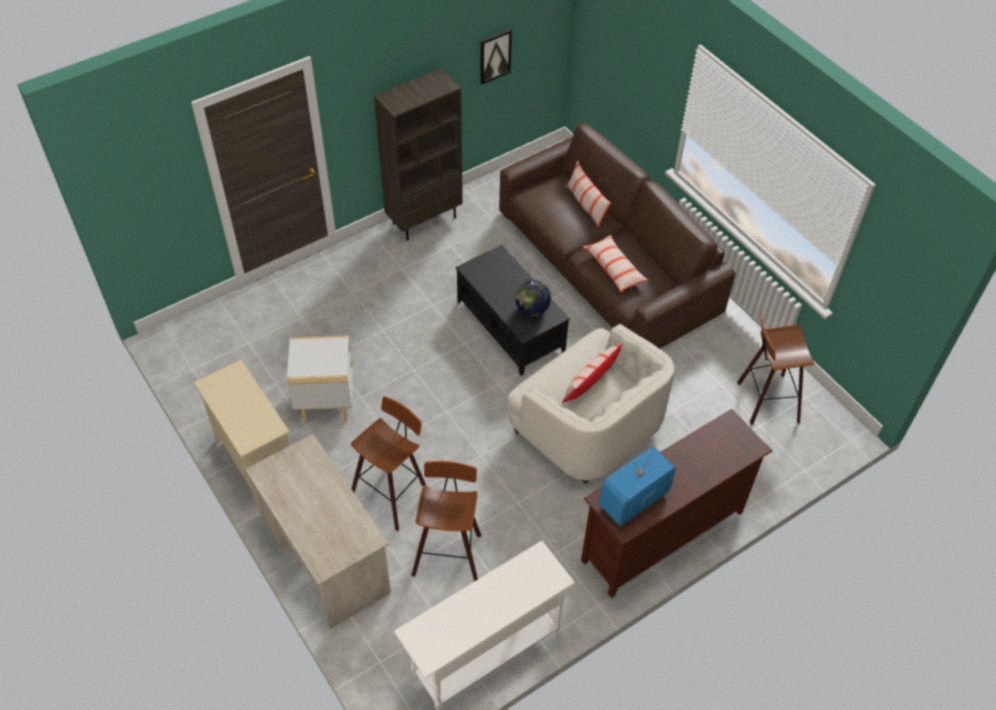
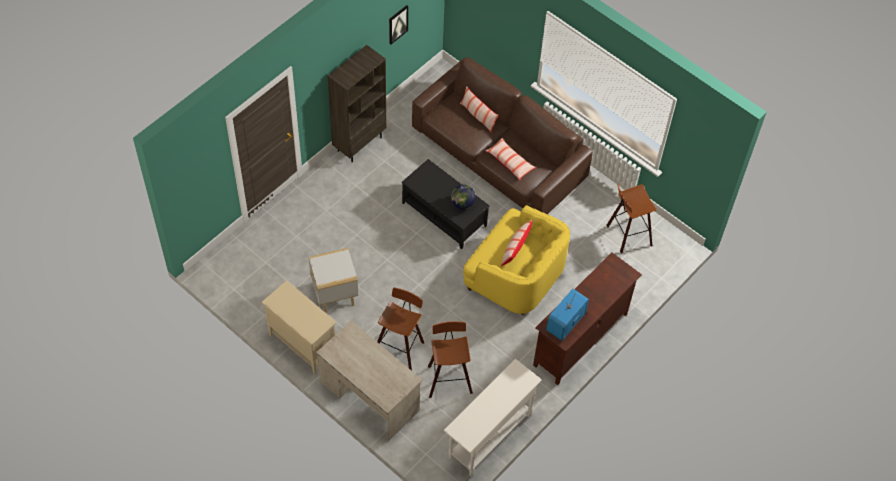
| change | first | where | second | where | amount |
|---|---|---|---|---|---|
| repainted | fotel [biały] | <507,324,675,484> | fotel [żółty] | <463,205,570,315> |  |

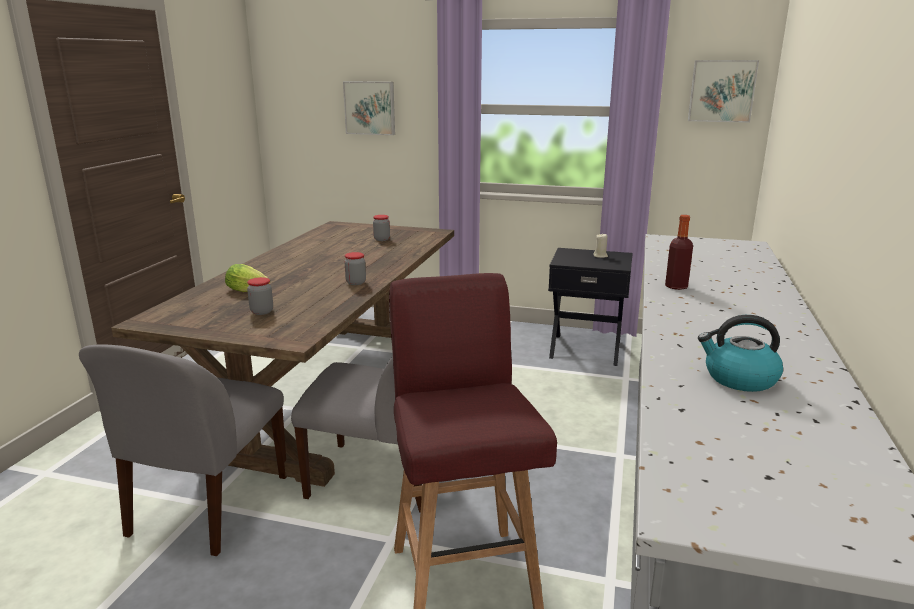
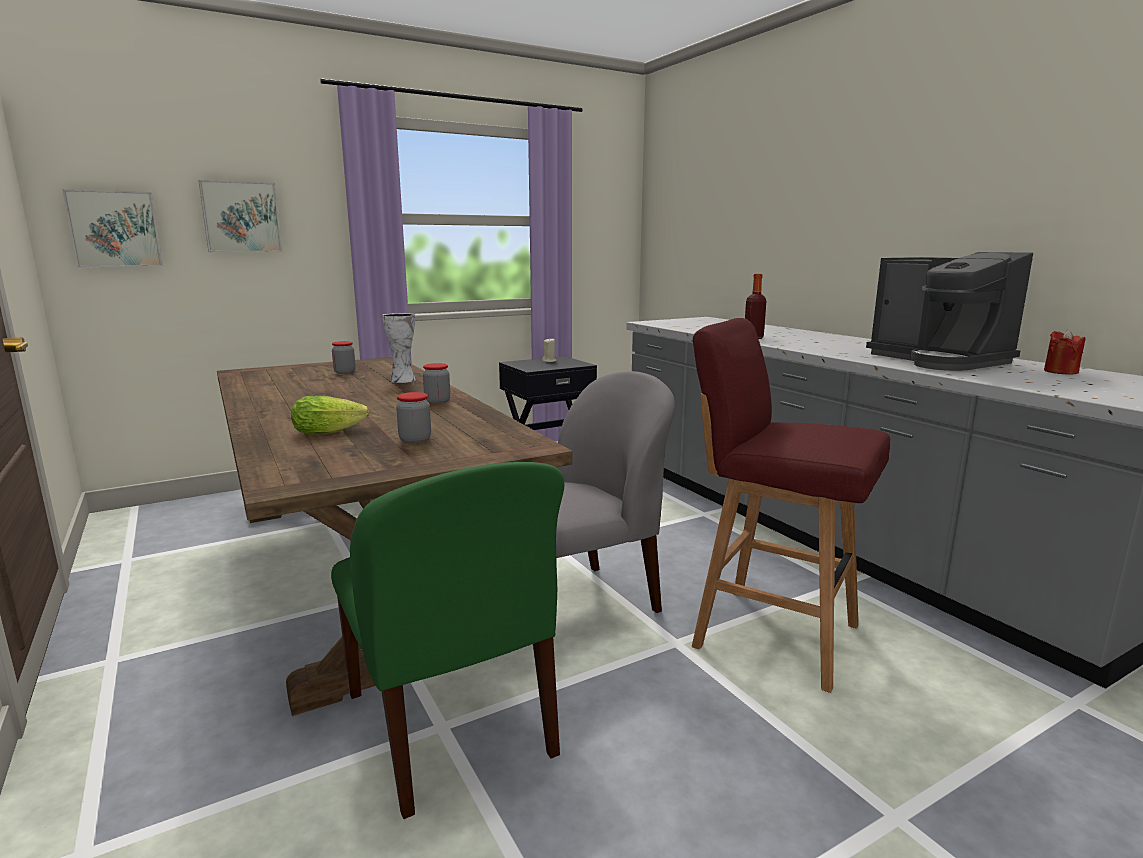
| change | first | where | second | where | amount |
|---|---|---|---|---|---|
| shifted | obraz | <688,60,759,123> |  | <62,189,163,267> |  |
| repainted | krzesło [szary] | <79,344,286,556> | krzesło [zielony] | <331,462,565,819> |  |
| new |  |  | wazon | <382,313,416,383> |  |
| swapped | czajnik | <698,315,783,392> | ekspres do kawy | <866,252,1033,371> |  |
| new |  |  | świeca [czerwony] | <1044,329,1085,375> |  |

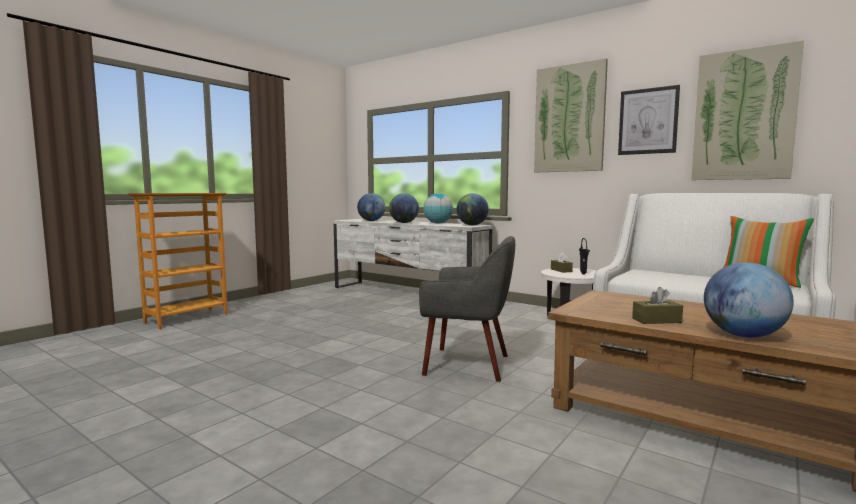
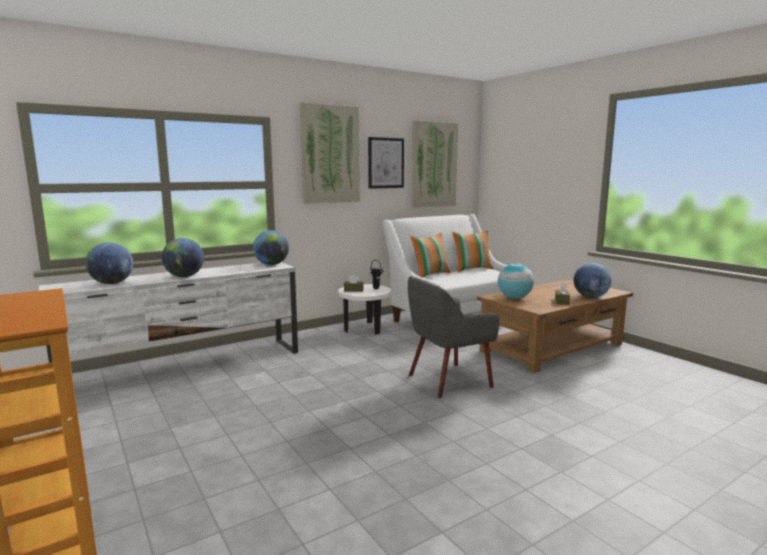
| change | first | where | second | where | amount |
|---|---|---|---|---|---|
| rotated | fotel [szary] | <419,236,515,382> |  | <408,276,500,398> | 150 degrees counterclockwise |
| new |  |  | poduszka | <410,233,451,278> |  |
| shifted | globus | <423,193,453,223> |  | <498,263,534,299> |  |

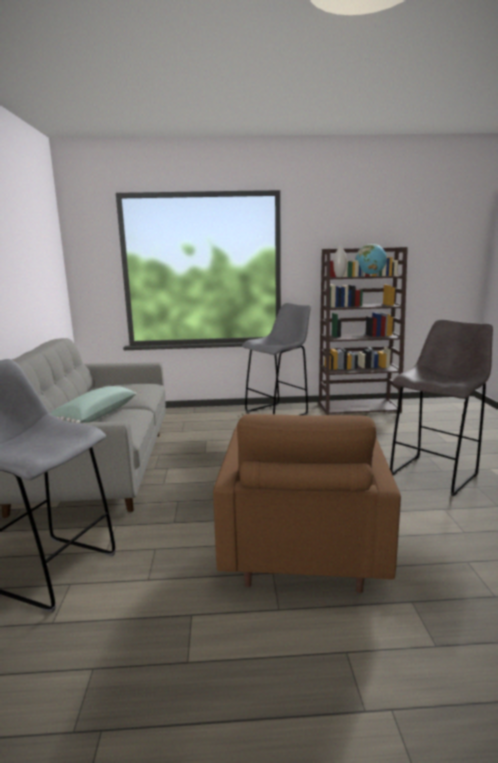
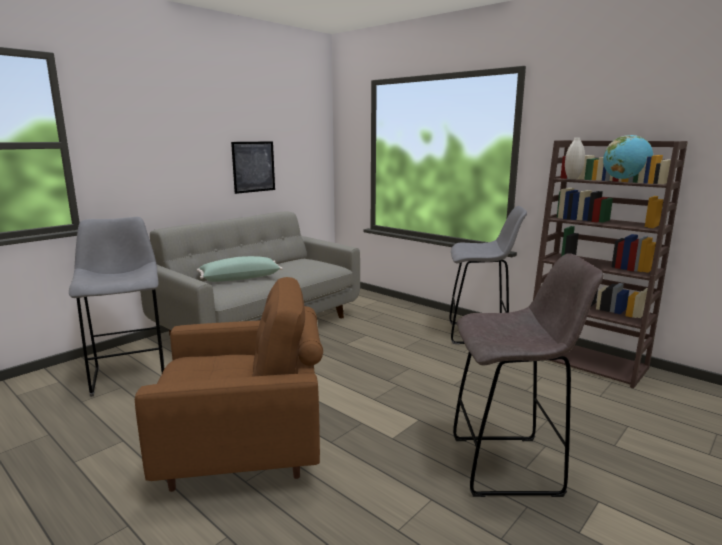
| change | first | where | second | where | amount |
|---|---|---|---|---|---|
| rotated | fotel [brązowy] | <213,414,401,593> |  | <135,277,323,492> | 150 degrees counterclockwise |
| new |  |  | obraz | <231,141,275,194> |  |

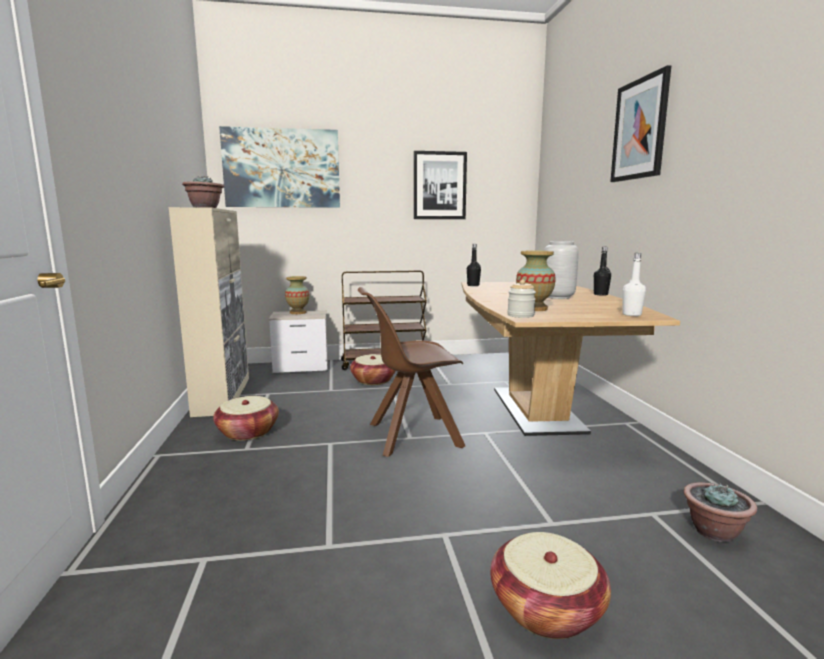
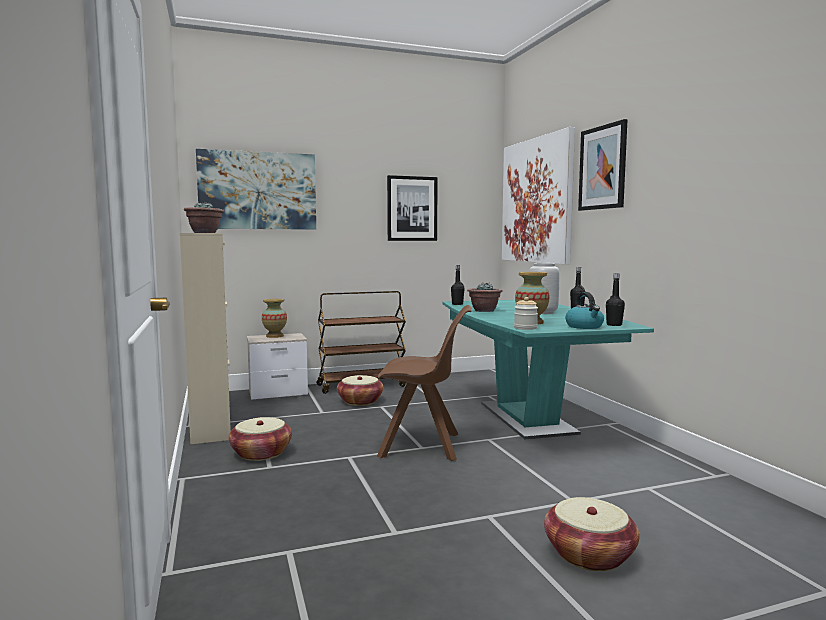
| change | first | where | second | where | amount |
|---|---|---|---|---|---|
| rotated | krzesło [brązowy] | <358,287,465,457> |  | <377,305,471,461> | 150 degrees counterclockwise |
| repainted | stół jadalny [brązowy] | <461,282,680,436> | stół jadalny [turkusowy] | <443,300,654,439> |  |
| shifted | roślina doniczkowa | <684,482,757,542> |  | <467,282,502,312> |  |
| new |  |  | obraz | <502,127,575,264> |  |
| new |  |  | czajnik | <565,292,604,329> |  |
| repainted | butelka [biały] | <623,253,646,316> | butelka [czarny] | <606,273,625,326> |  |

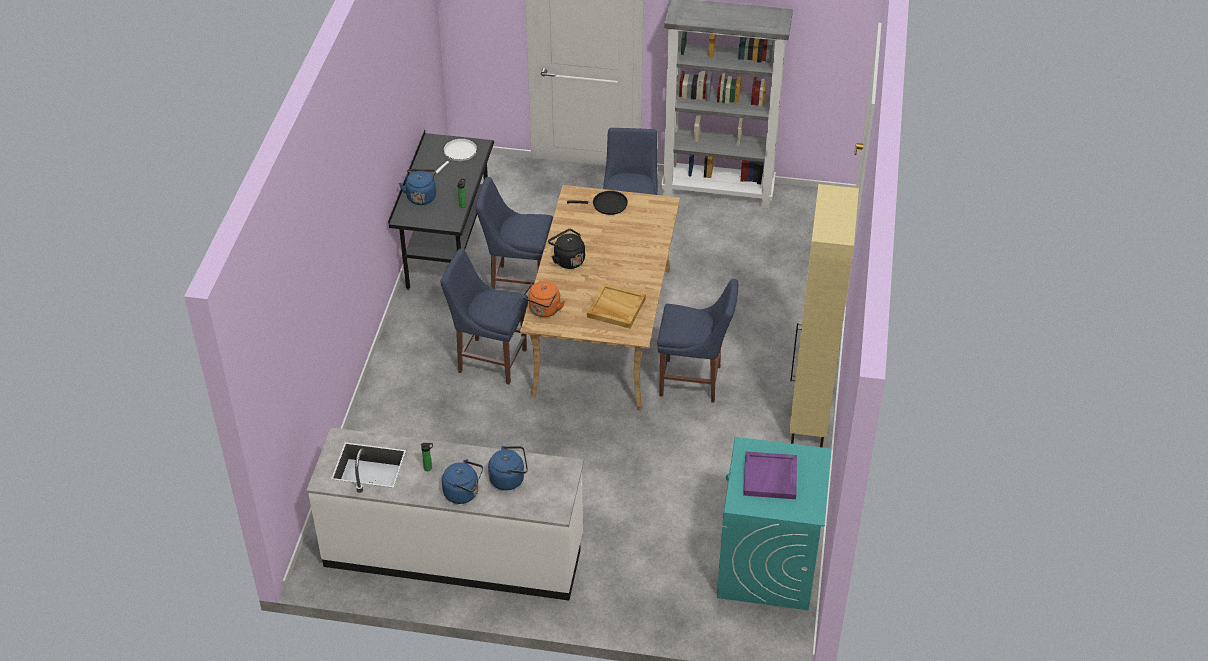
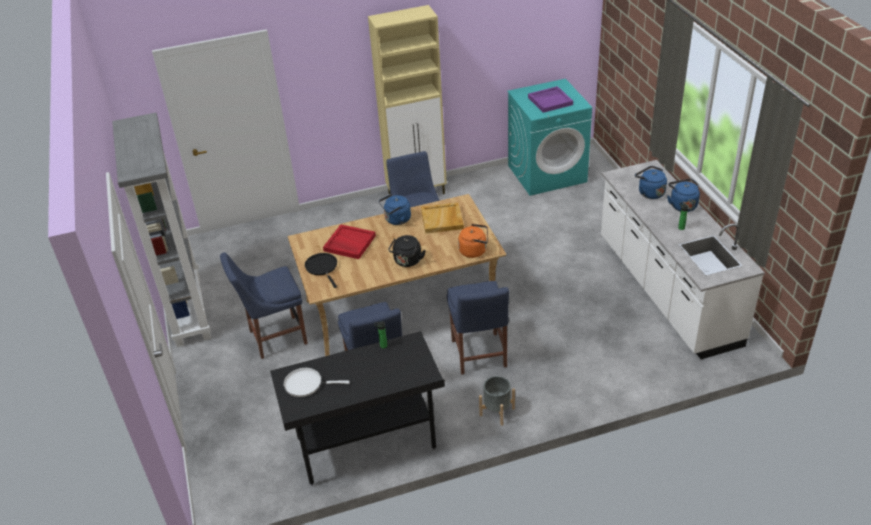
| change | first | where | second | where | amount |
|---|---|---|---|---|---|
| new |  |  | taca [czerwony] | <323,224,376,259> |  |
| shifted | czajnik [niebieski] | <399,169,436,205> |  | <379,194,411,225> |  |
| new |  |  | donica [szary] | <479,376,515,426> |  |

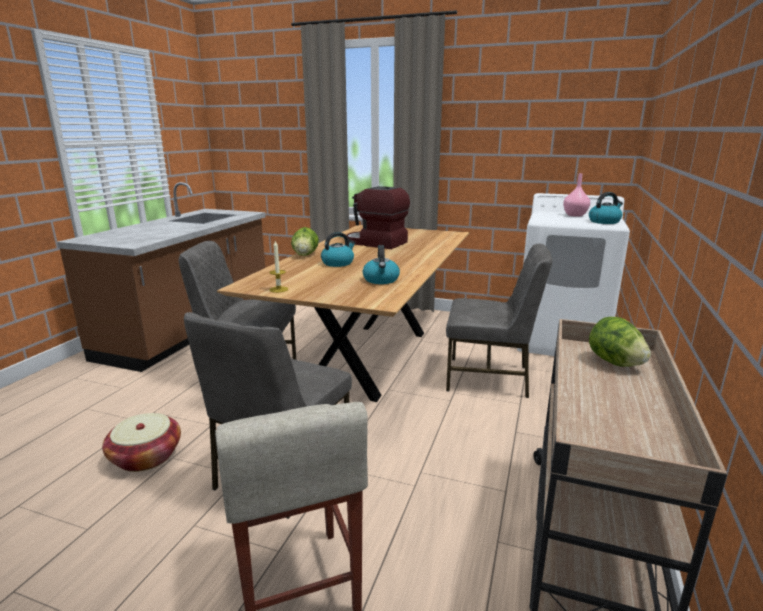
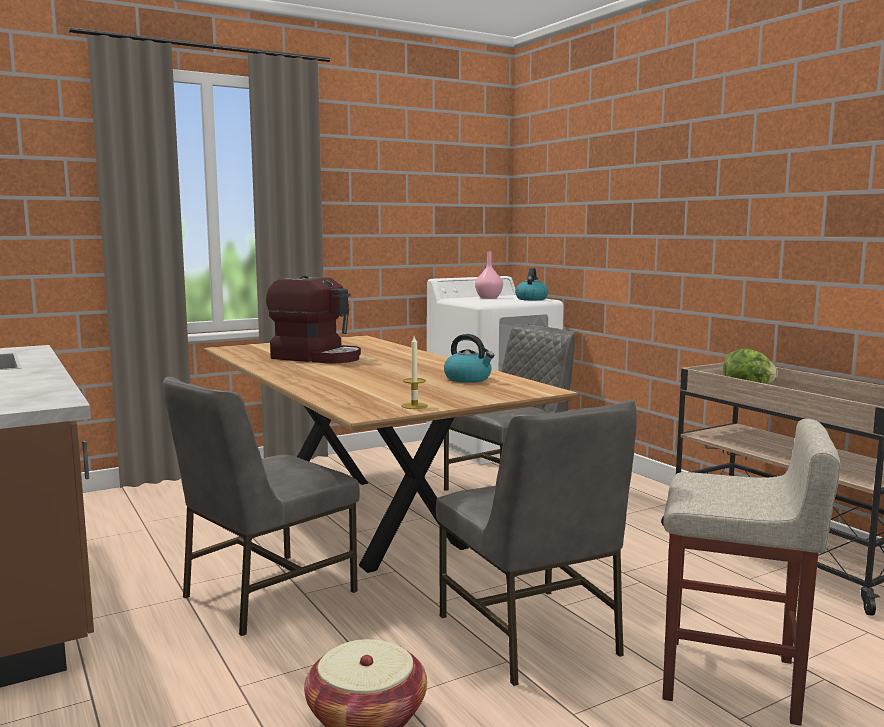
| change | first | where | second | where | amount |
|---|---|---|---|---|---|
| rotated | ekspres do kawy | <347,186,410,249> |  | <266,276,361,364> | 135 degrees counterclockwise |
| gone | sałata | <291,227,319,256> |  |  |  |
| gone | czajnik | <321,232,356,267> |  |  |  |

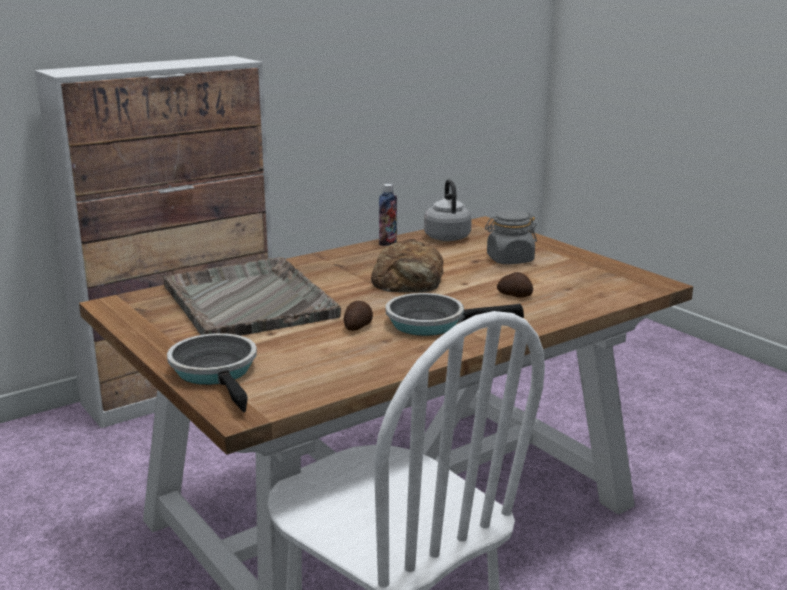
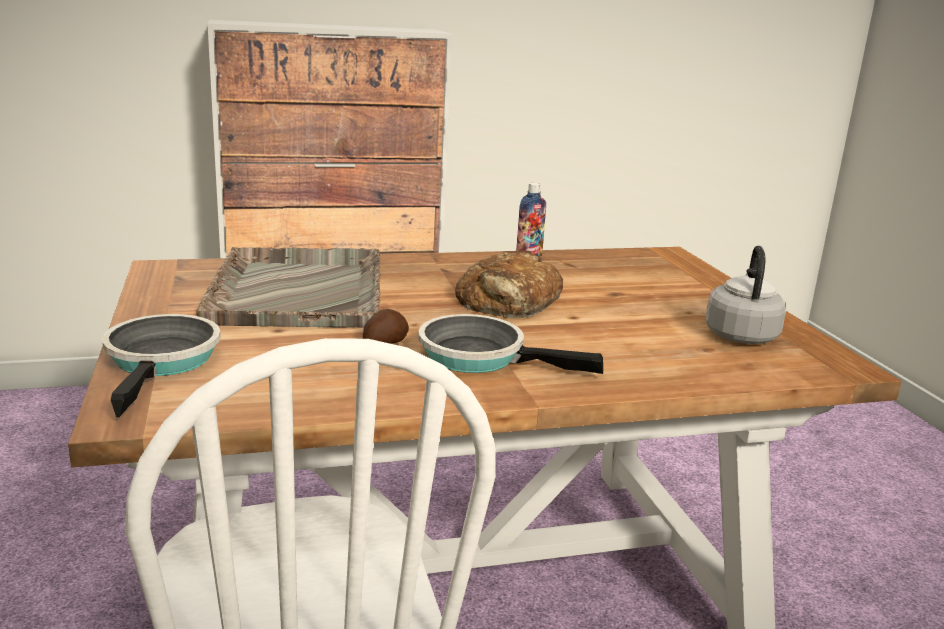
| change | first | where | second | where | amount |
|---|---|---|---|---|---|
| shifted | czajnik [szary] | <424,179,472,241> |  | <705,246,786,344> |  |
| gone | słoik [szary] | <485,210,537,264> |  |  |  |
| gone | ziemniak | <497,272,533,298> |  |  |  |

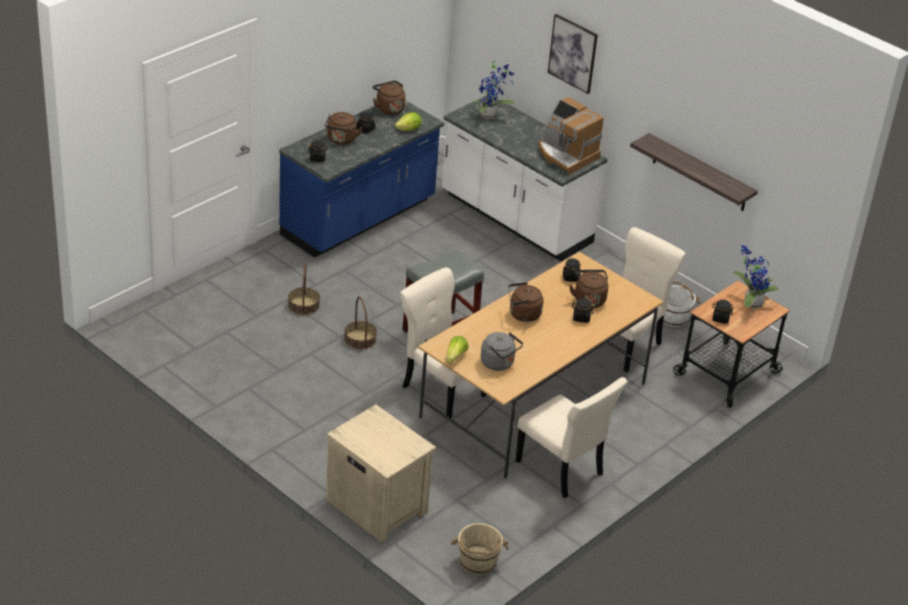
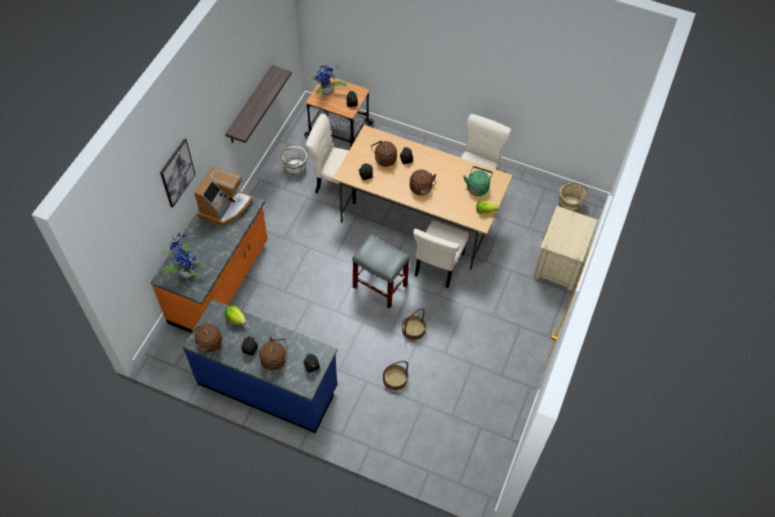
| change | first | where | second | where | amount |
|---|---|---|---|---|---|
| repainted | zabudowa kuchenna [biały] | <442,96,608,262> | zabudowa kuchenna [pomarańczowy] | <151,196,267,333> |  |
| repainted | czajnik [szary] | <481,332,523,371> | czajnik [zielony] | <463,166,493,196> |  |

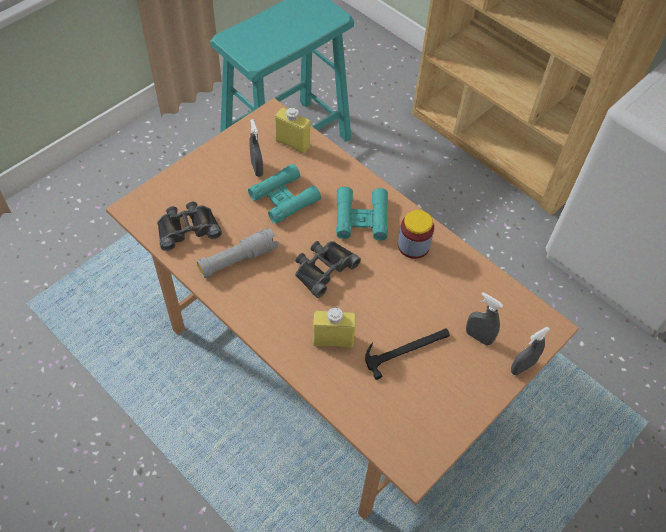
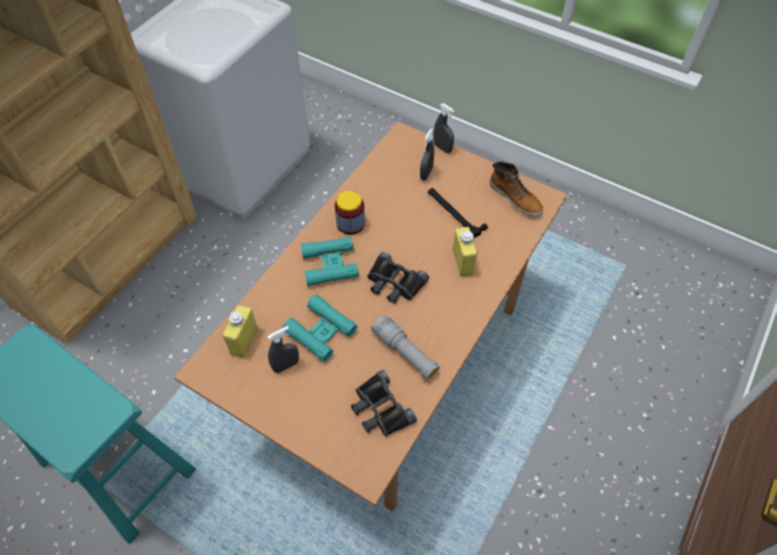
| change | first | where | second | where | amount |
|---|---|---|---|---|---|
| new |  |  | but z cholewką | <490,161,544,216> |  |

